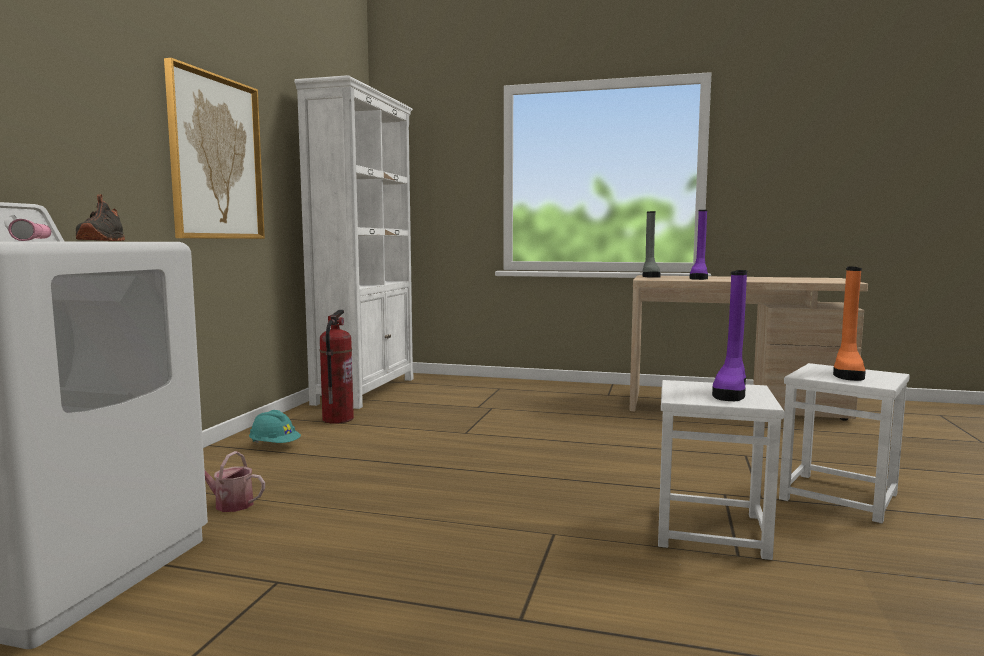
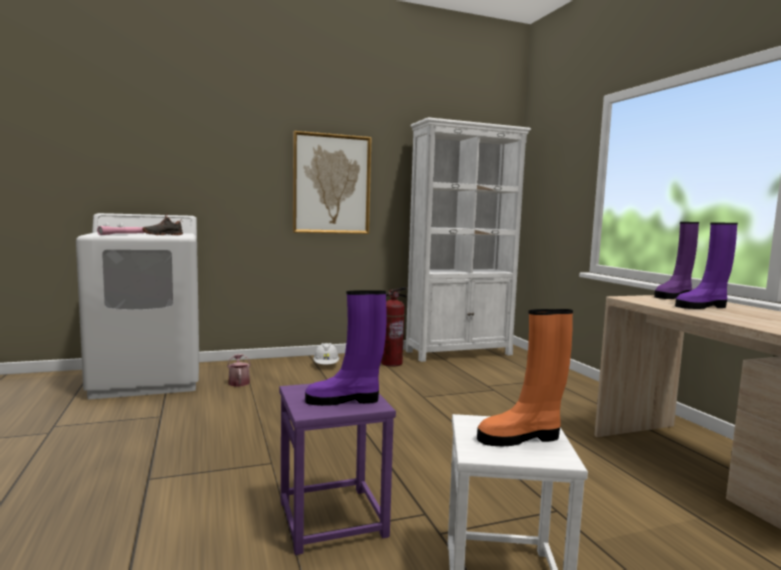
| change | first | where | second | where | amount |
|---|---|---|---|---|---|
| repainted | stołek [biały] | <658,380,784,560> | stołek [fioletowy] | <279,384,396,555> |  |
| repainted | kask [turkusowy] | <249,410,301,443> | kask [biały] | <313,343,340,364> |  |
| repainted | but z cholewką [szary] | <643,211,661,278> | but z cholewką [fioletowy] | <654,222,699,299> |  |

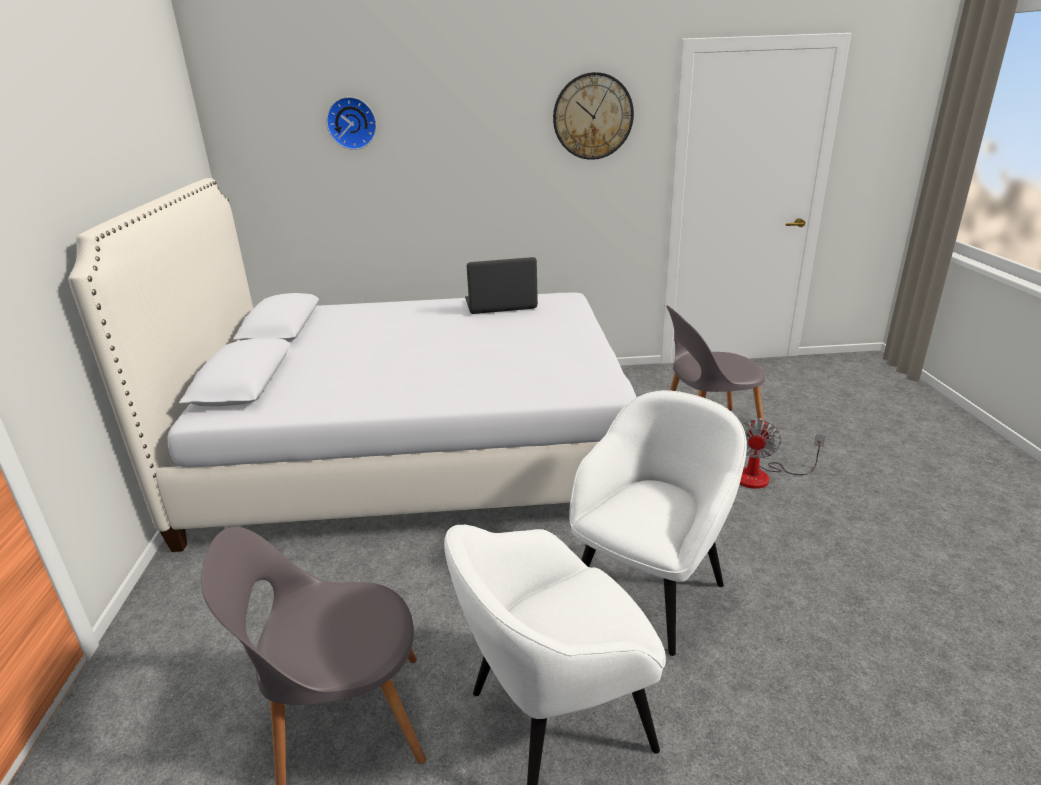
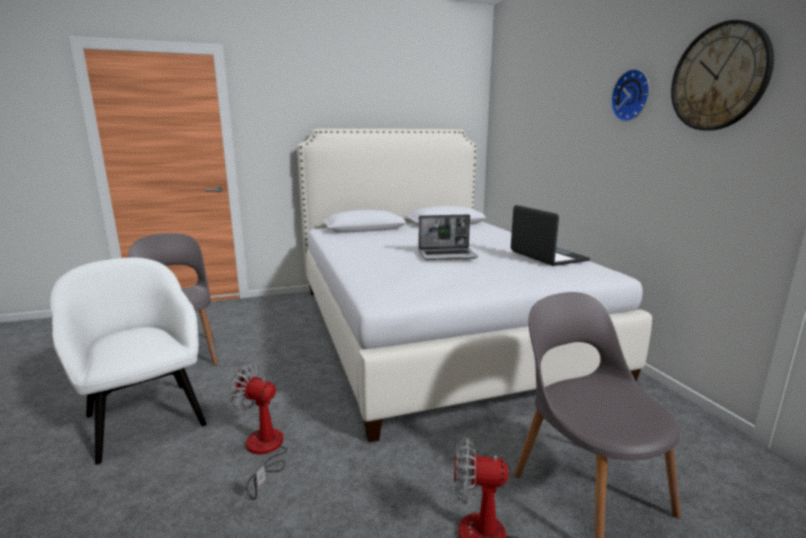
| change | first | where | second | where | amount |
|---|---|---|---|---|---|
| swapped | fotel [biały] | <569,390,747,656> | wentylator | <229,364,287,500> |  |
| new |  |  | laptop | <418,215,478,260> |  |
| shifted | zegar ścienny | <326,97,377,150> |  | <611,69,650,122> |  |

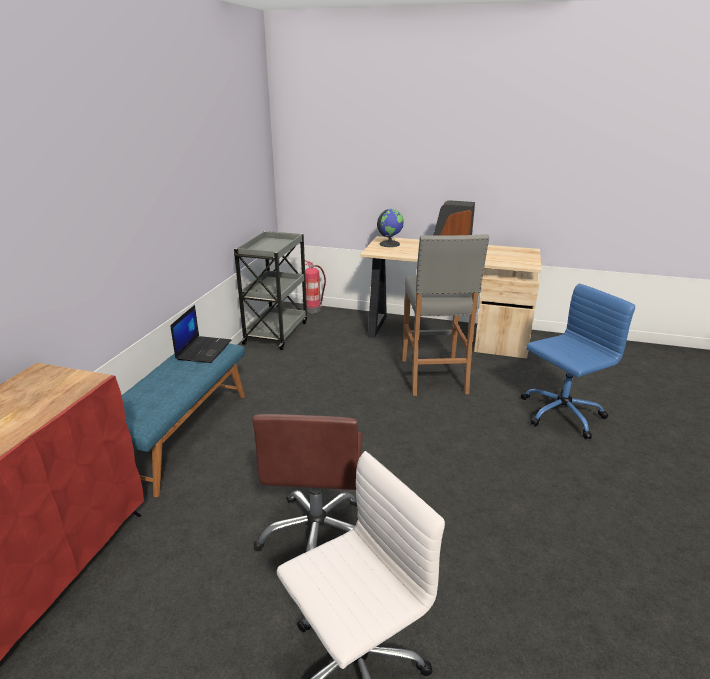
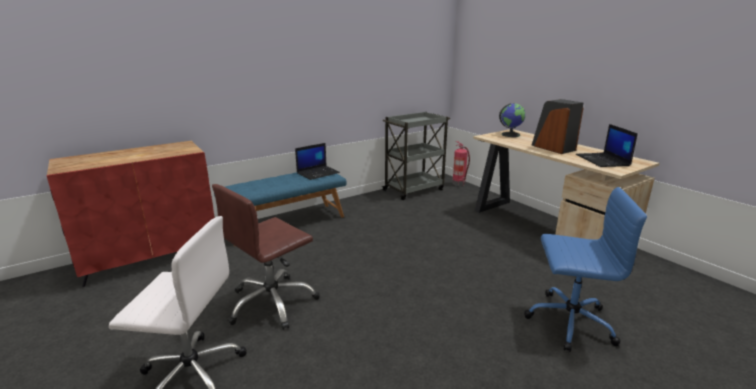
| change | first | where | second | where | amount |
|---|---|---|---|---|---|
| new |  |  | laptop | <576,124,638,167> |  |
| gone | stołek [szary] | <402,234,489,396> |  |  |  |

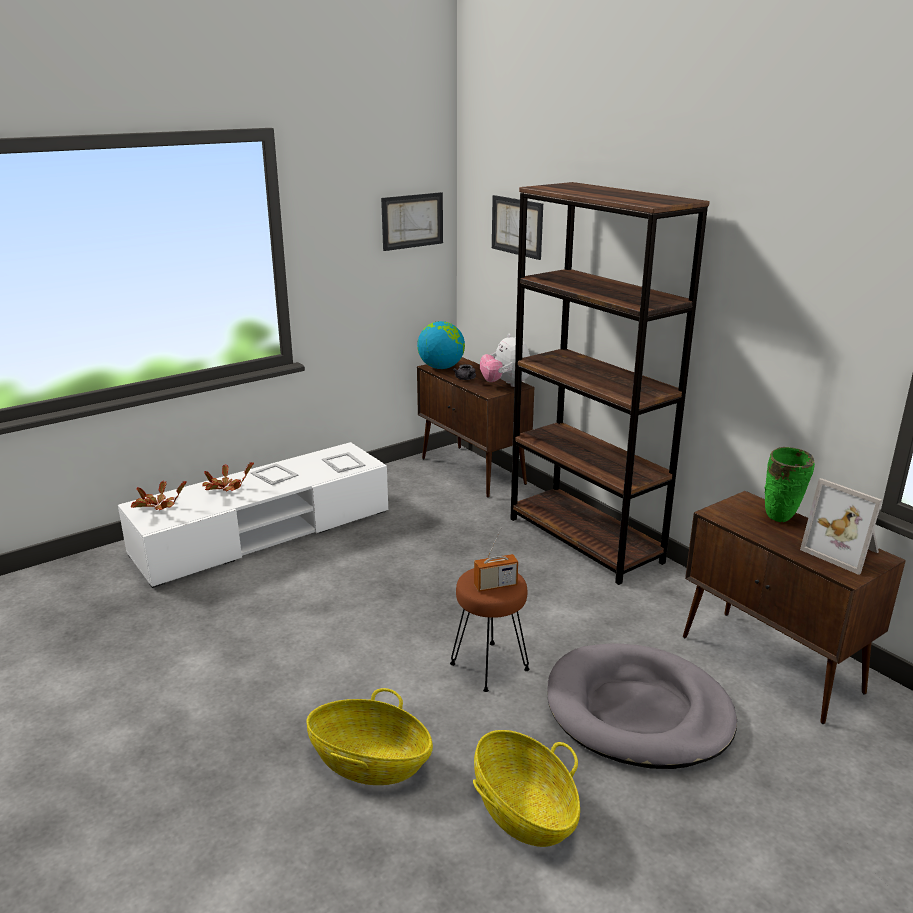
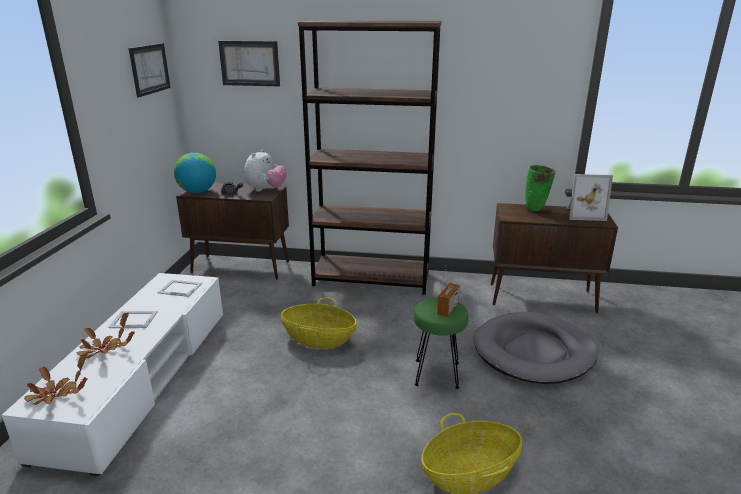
| change | first | where | second | where | amount |
|---|---|---|---|---|---|
| rotated | pluszak | <480,333,530,387> |  | <244,149,287,192> | 90 degrees counterclockwise |
| shifted | koszyk | <473,730,580,847> |  | <281,297,357,349> |  |
| repainted | stołek [brązowy] | <450,568,529,692> | stołek [zielony] | <414,297,468,389> |  |

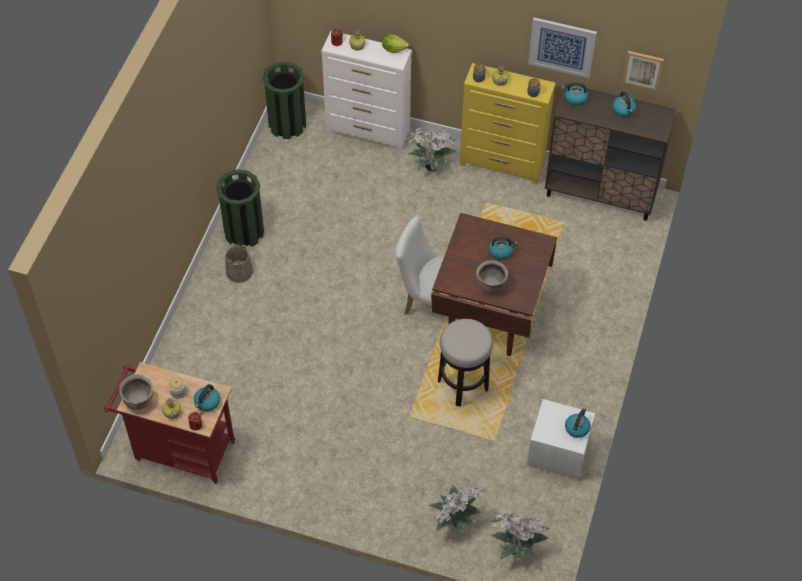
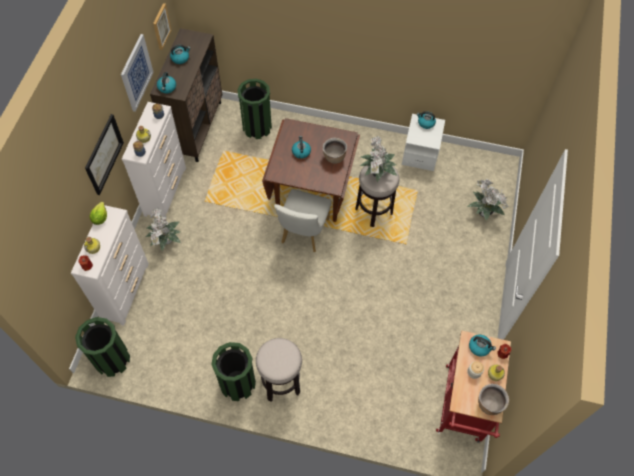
| change | first | where | second | where | amount |
|---|---|---|---|---|---|
| new |  |  | obraz | <85,114,124,195> |  |
| repainted | komoda [żółty] | <460,63,556,184> | komoda [biały] | <122,102,186,218> |  |
| new |  |  | kosz na śmieci [zielony] | <237,79,272,139> |  |
| swapped | wiadro [beżowy] | <225,244,253,283> | stołek | <256,338,302,402> |  |
| shifted | roślina doniczkowa | <490,512,550,562> |  | <360,136,397,182> |  |

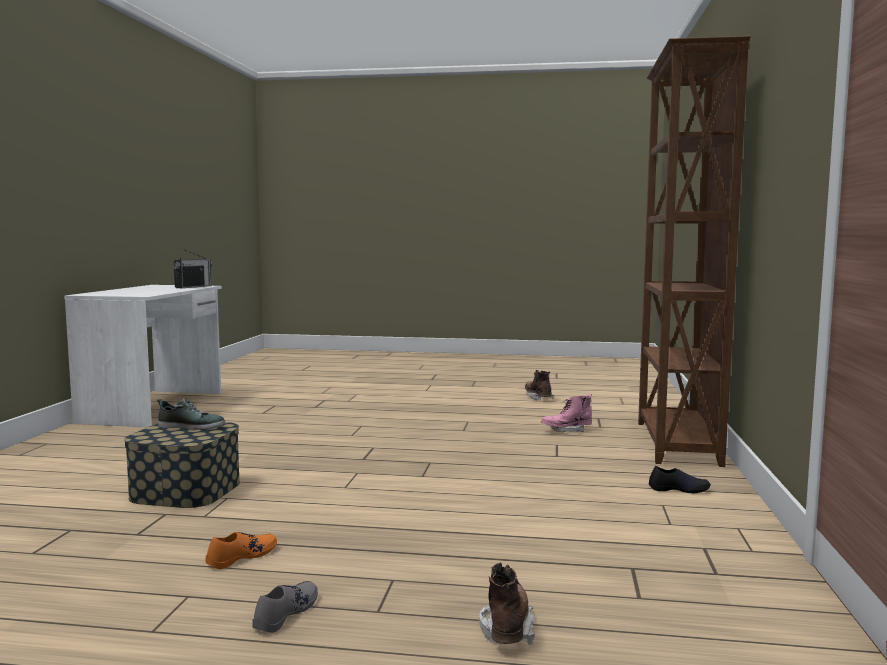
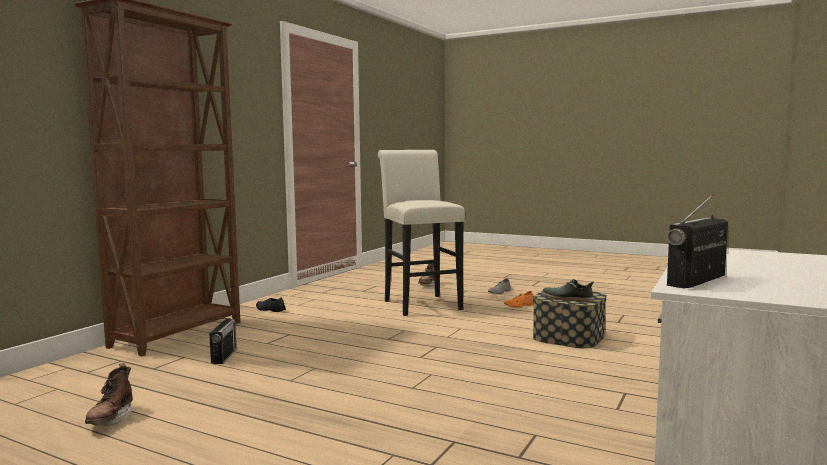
| change | first | where | second | where | amount |
|---|---|---|---|---|---|
| swapped | but z cholewką [różowy] | <541,394,592,432> | radio | <209,317,237,364> |  |
| new |  |  | stołek [biały] | <378,150,465,316> |  |

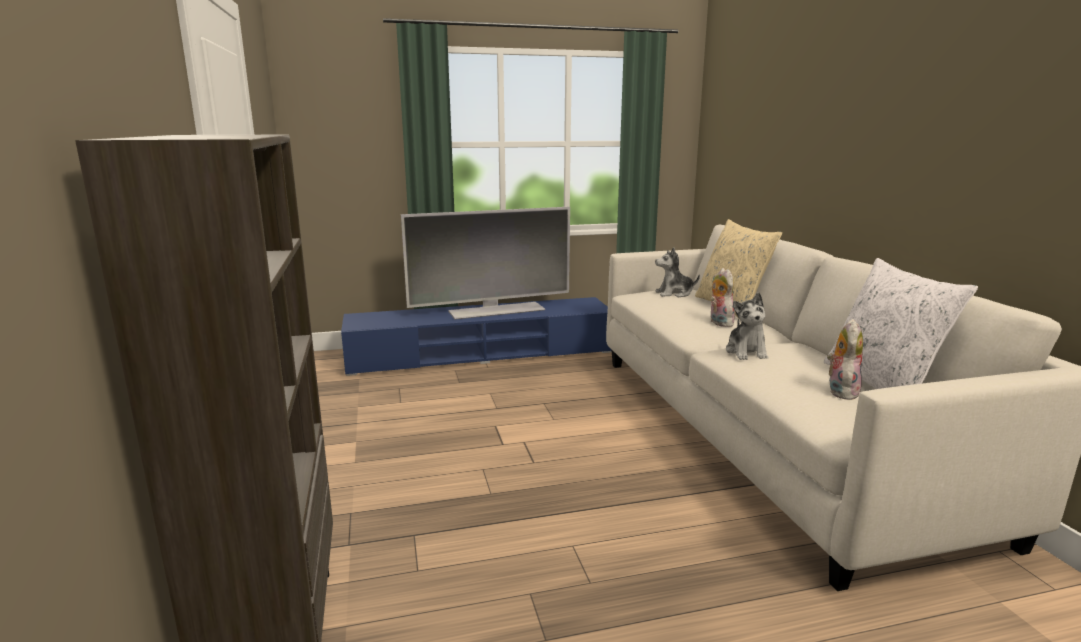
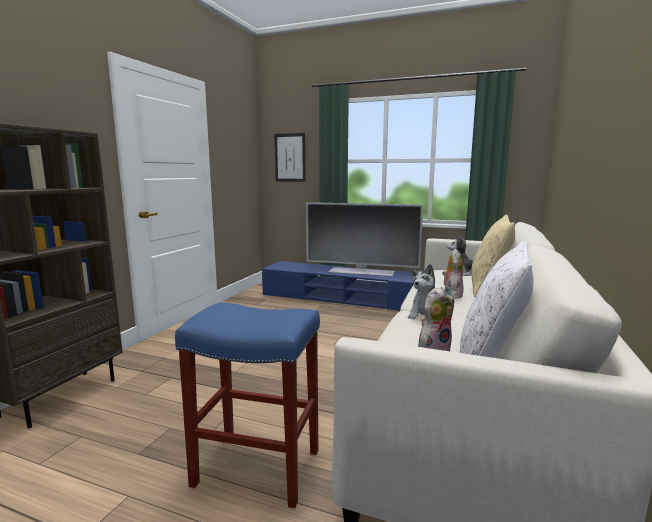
| change | first | where | second | where | amount |
|---|---|---|---|---|---|
| new |  |  | stołek [niebieski] | <175,302,320,508> |  |
| new |  |  | obraz | <274,133,306,182> |  |

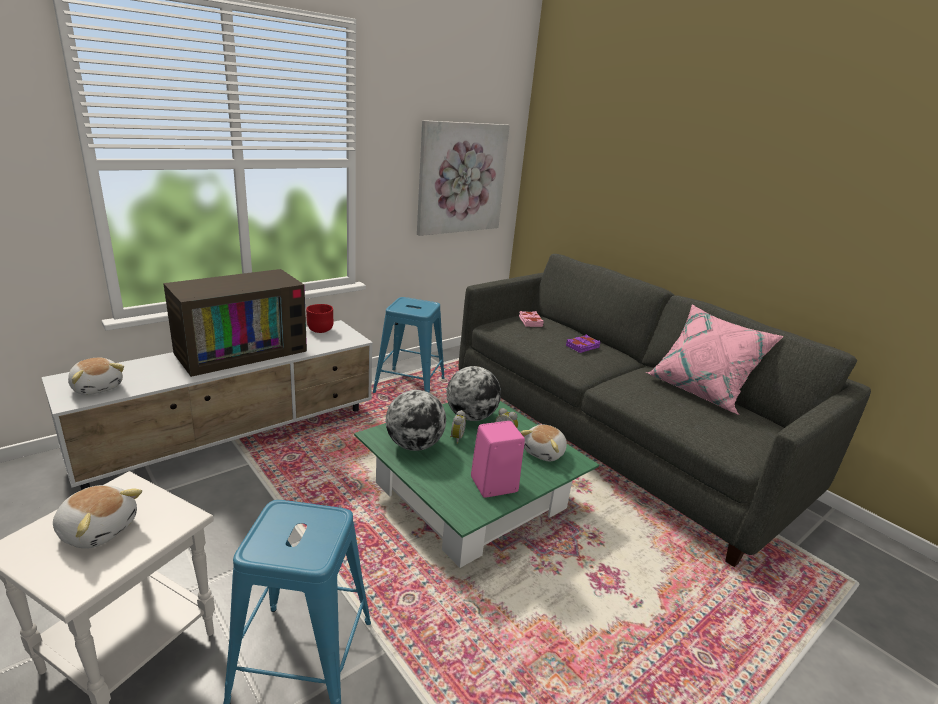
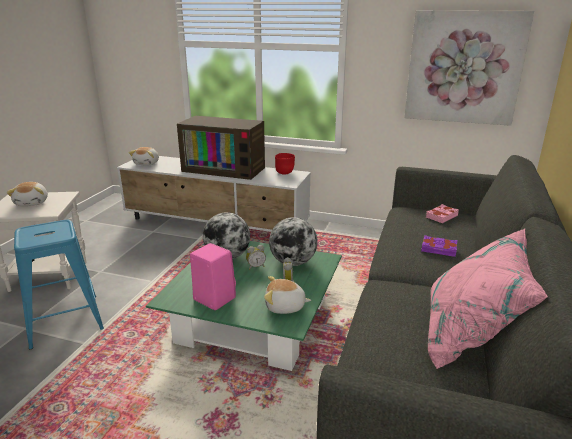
| change | first | where | second | where | amount |
|---|---|---|---|---|---|
| gone | stołek [niebieski] | <373,297,445,393> |  |  |  |

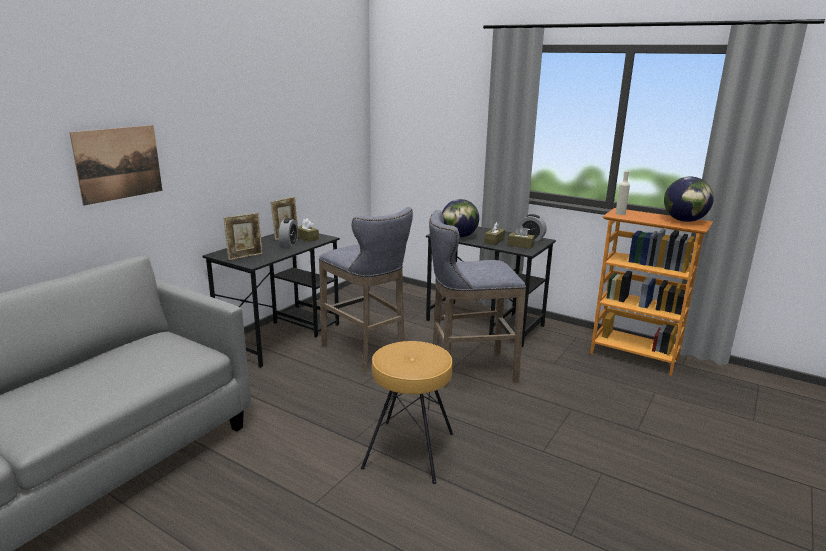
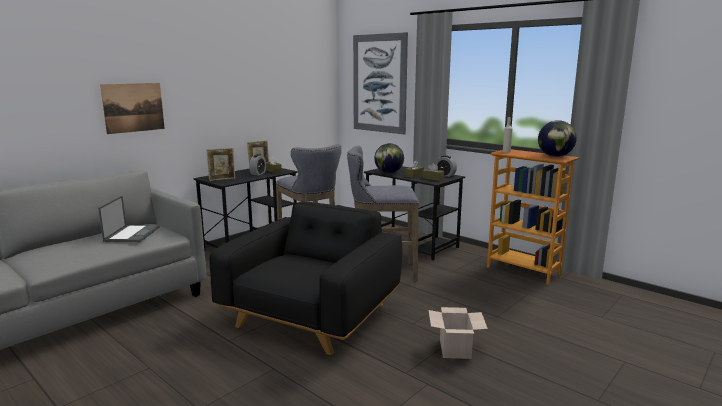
| change | first | where | second | where | amount |
|---|---|---|---|---|---|
| new |  |  | laptop | <98,196,160,242> |  |
| swapped | stołek [brązowy] | <361,341,453,484> | fotel [czarny] | <209,201,402,355> |  |
| new |  |  | obraz | <353,32,408,135> |  |
| new |  |  | karton | <428,307,488,359> |  |

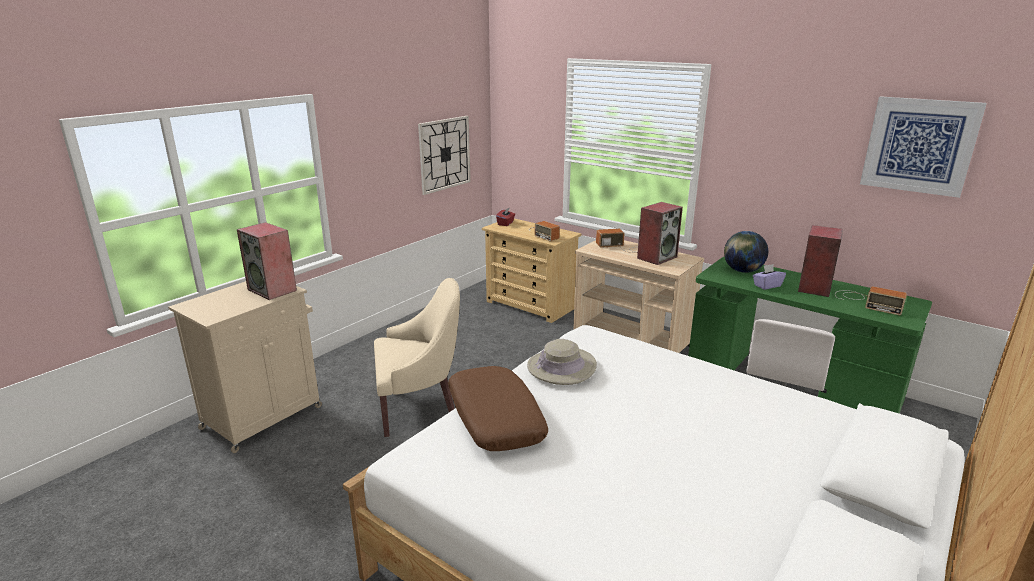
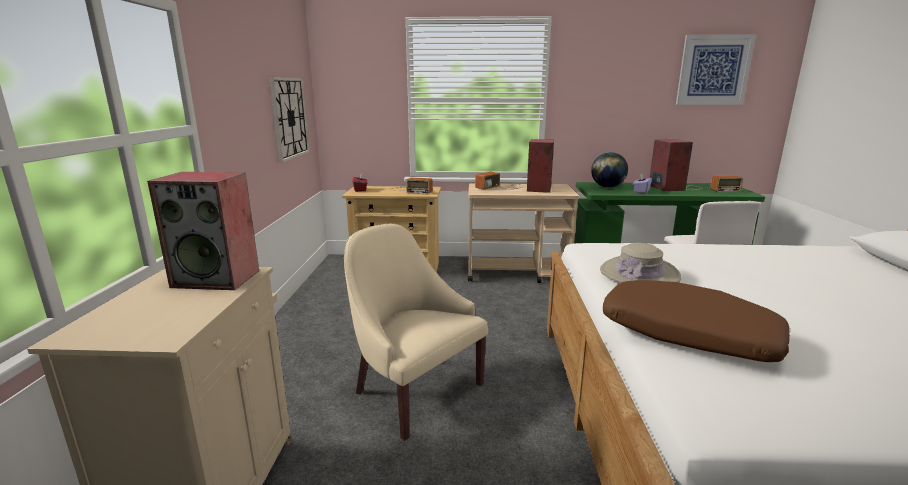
| change | first | where | second | where | amount |
|---|---|---|---|---|---|
| rotated | fotel [beżowy] | <374,278,460,437> |  | <344,224,488,441> | 90 degrees counterclockwise |

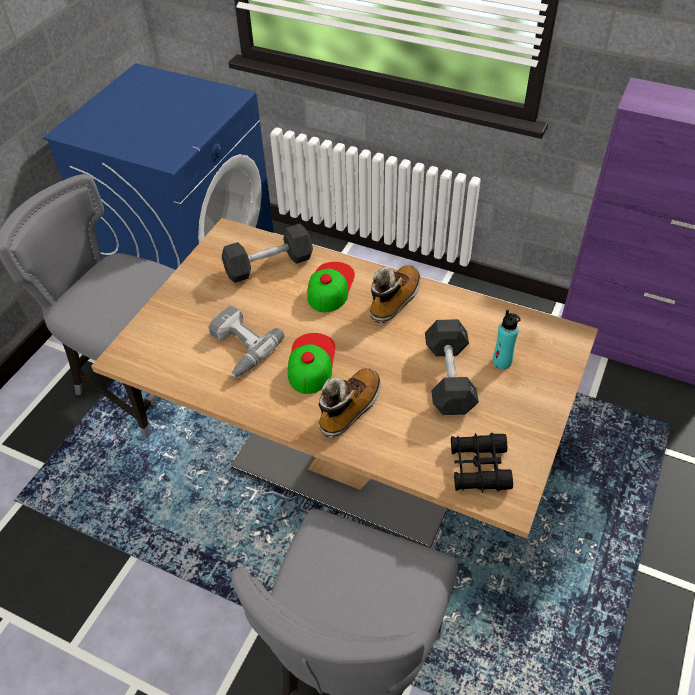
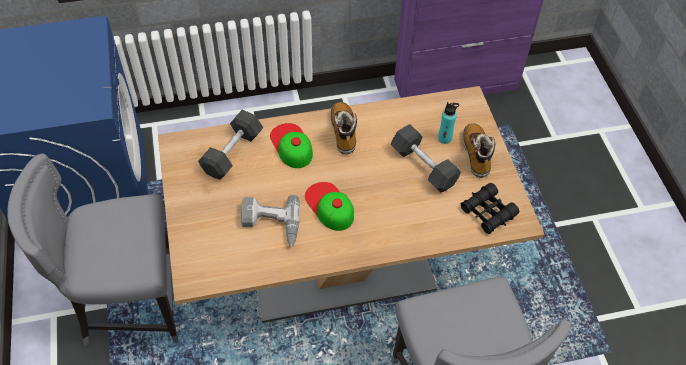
| change | first | where | second | where | amount |
|---|---|---|---|---|---|
| shifted | but z cholewką | <319,368,380,438> |  | <462,123,495,178> |  |

